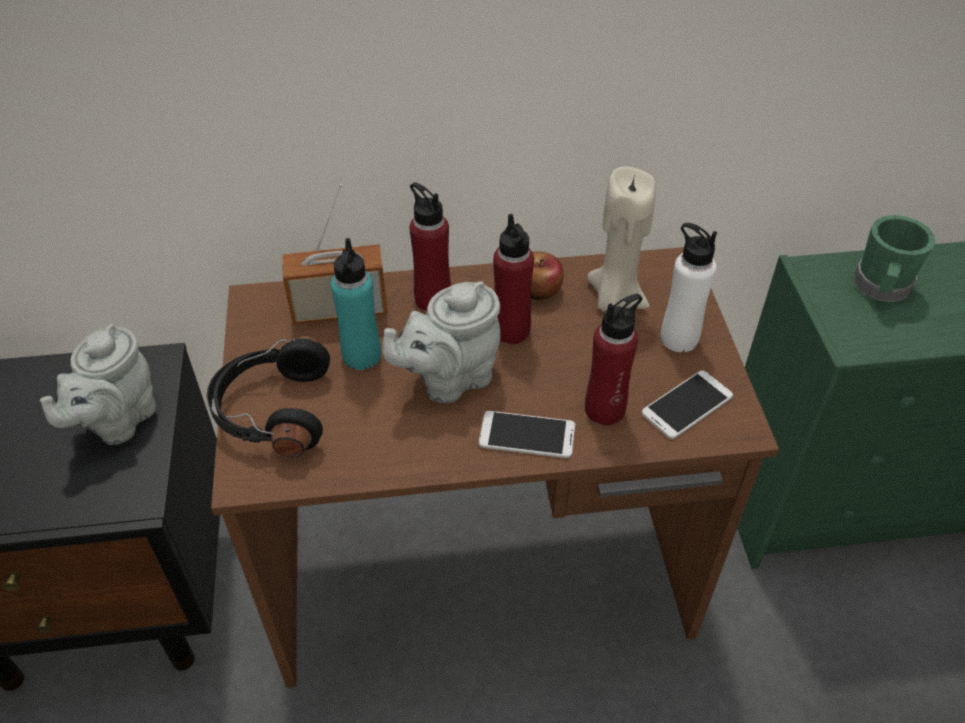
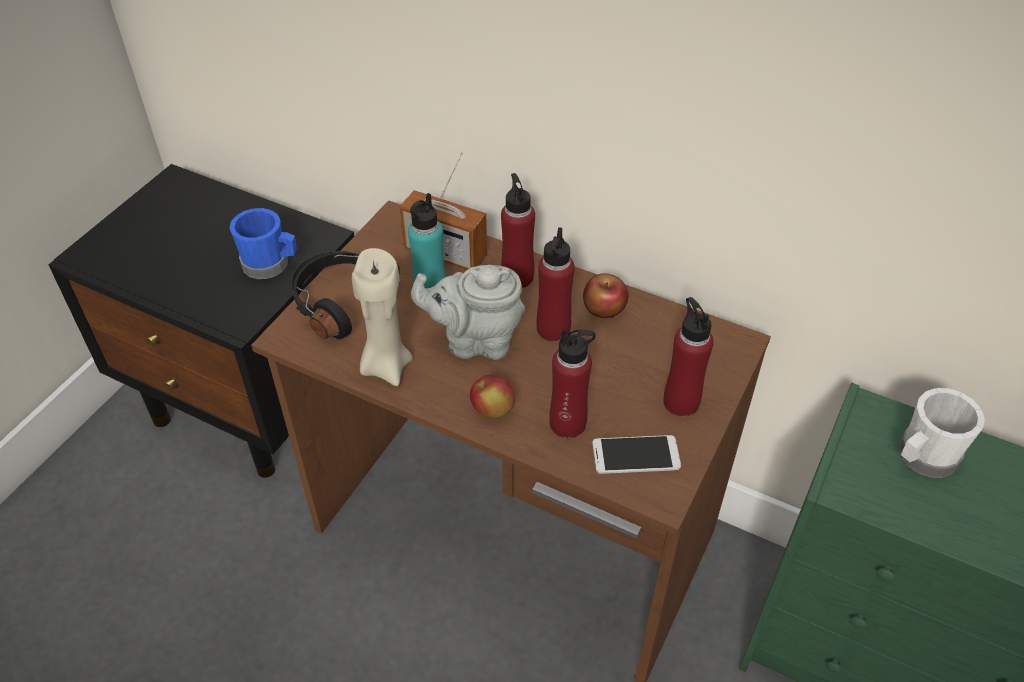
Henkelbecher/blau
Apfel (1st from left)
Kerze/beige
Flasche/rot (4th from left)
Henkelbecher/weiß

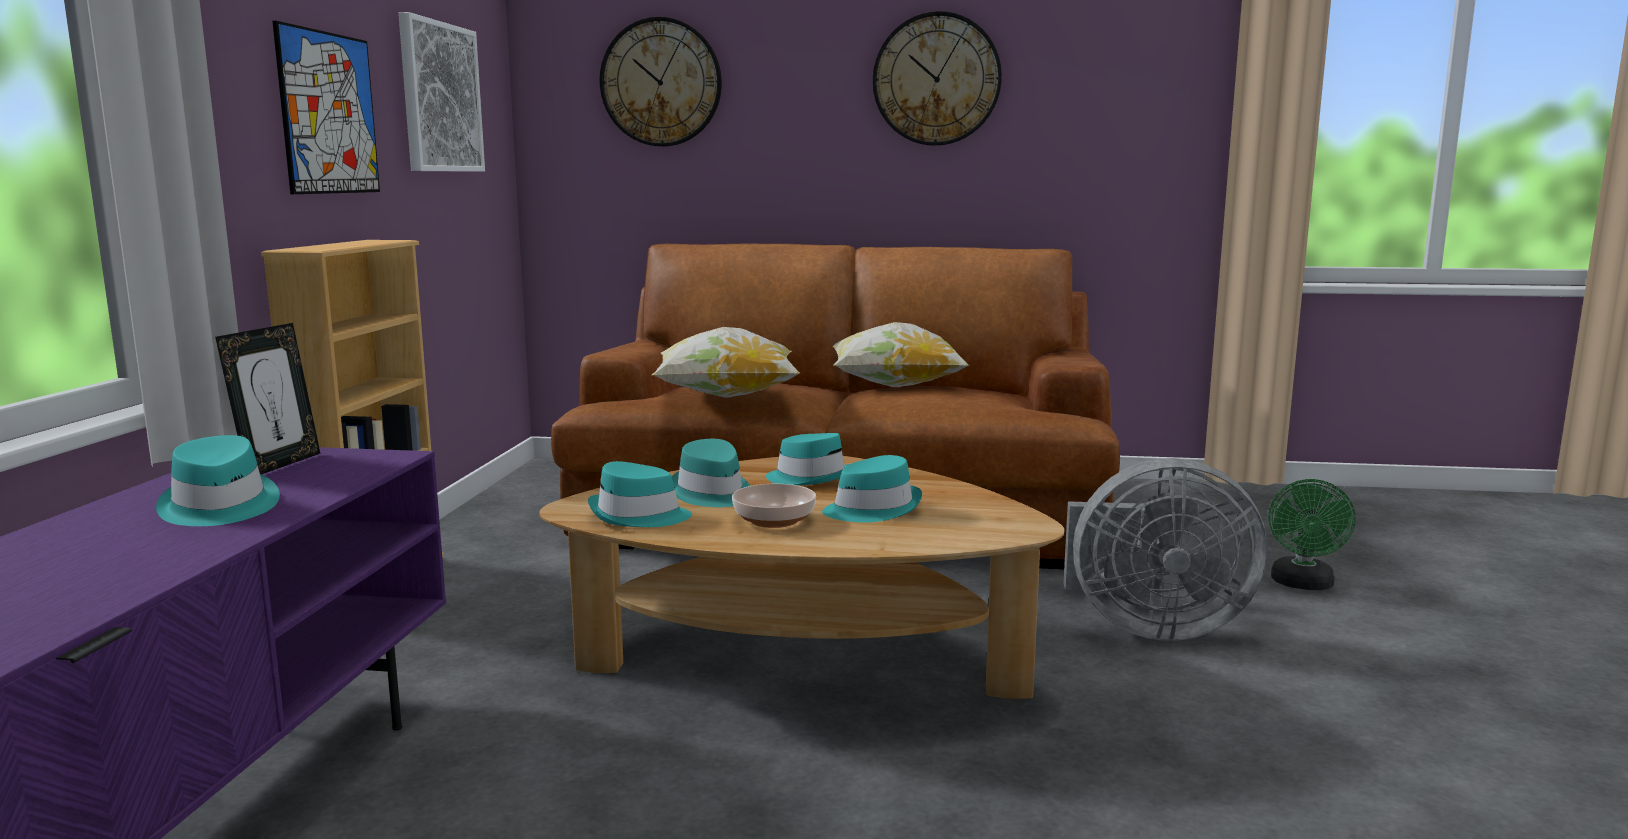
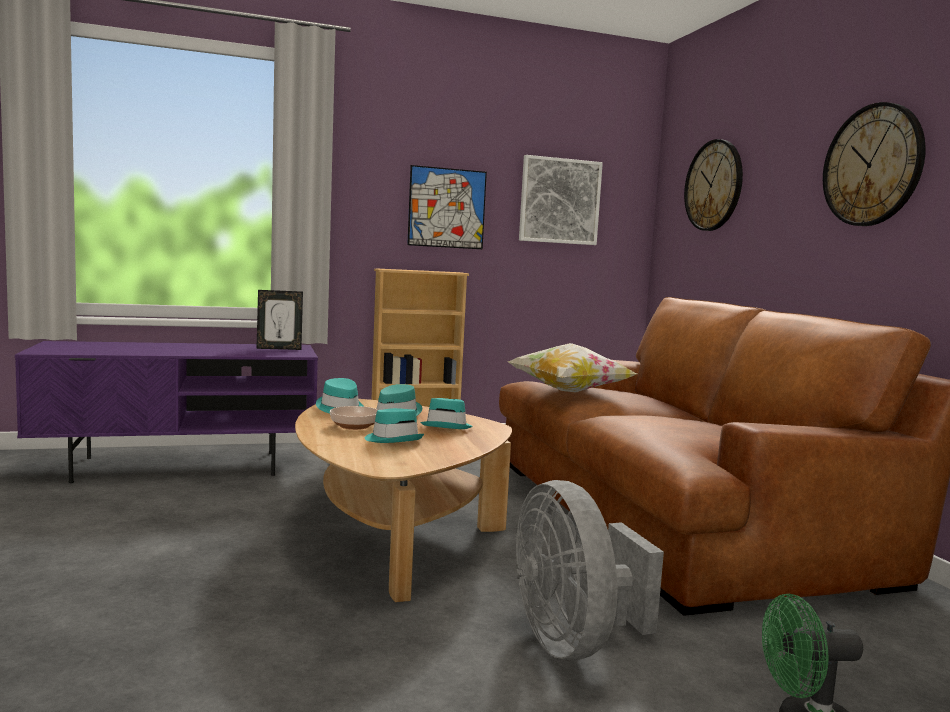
Hut/türkis (1st from left in the first image)
Kissen (2nd from left in the first image)

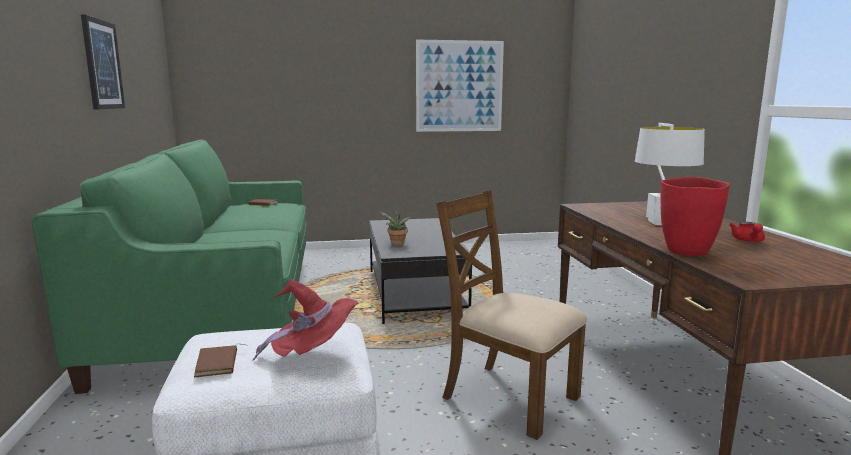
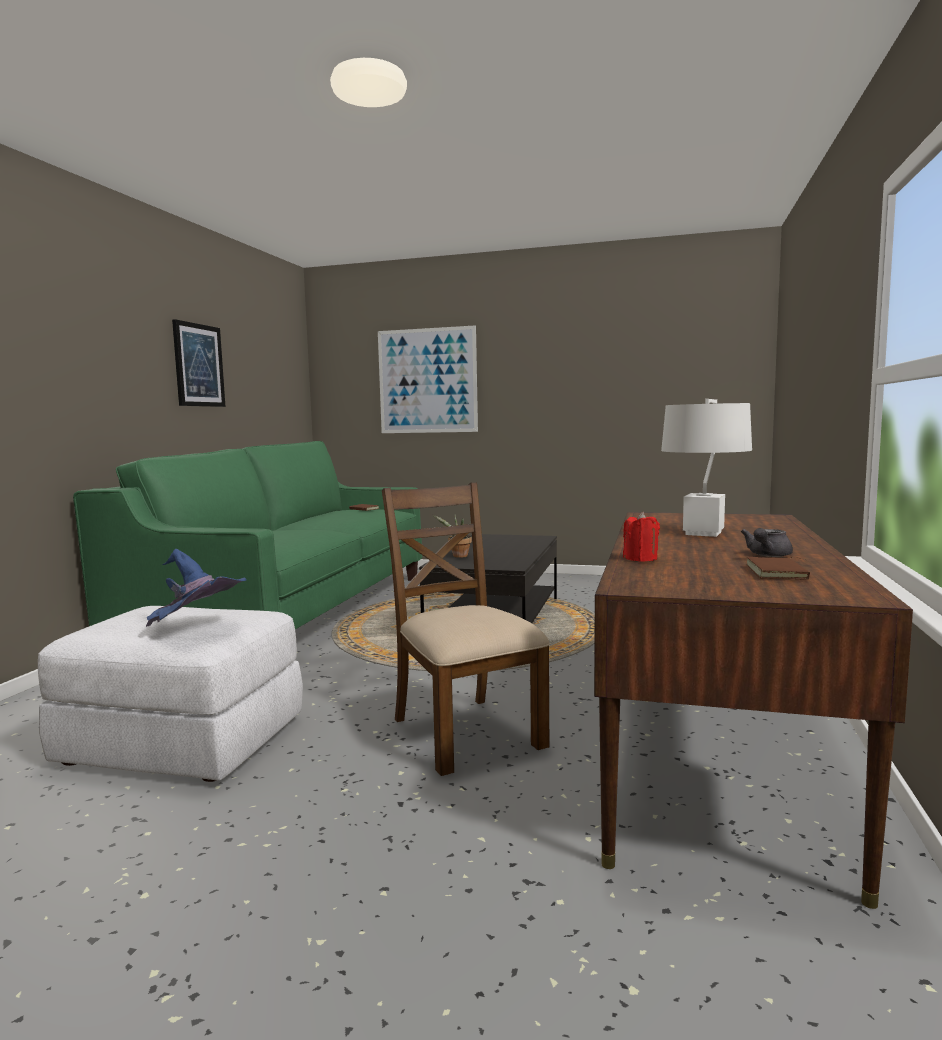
Buch/braun (2nd from left)
Hut/blau
Bild (2nd from left)
Kerze/rot
Teekanne/grau

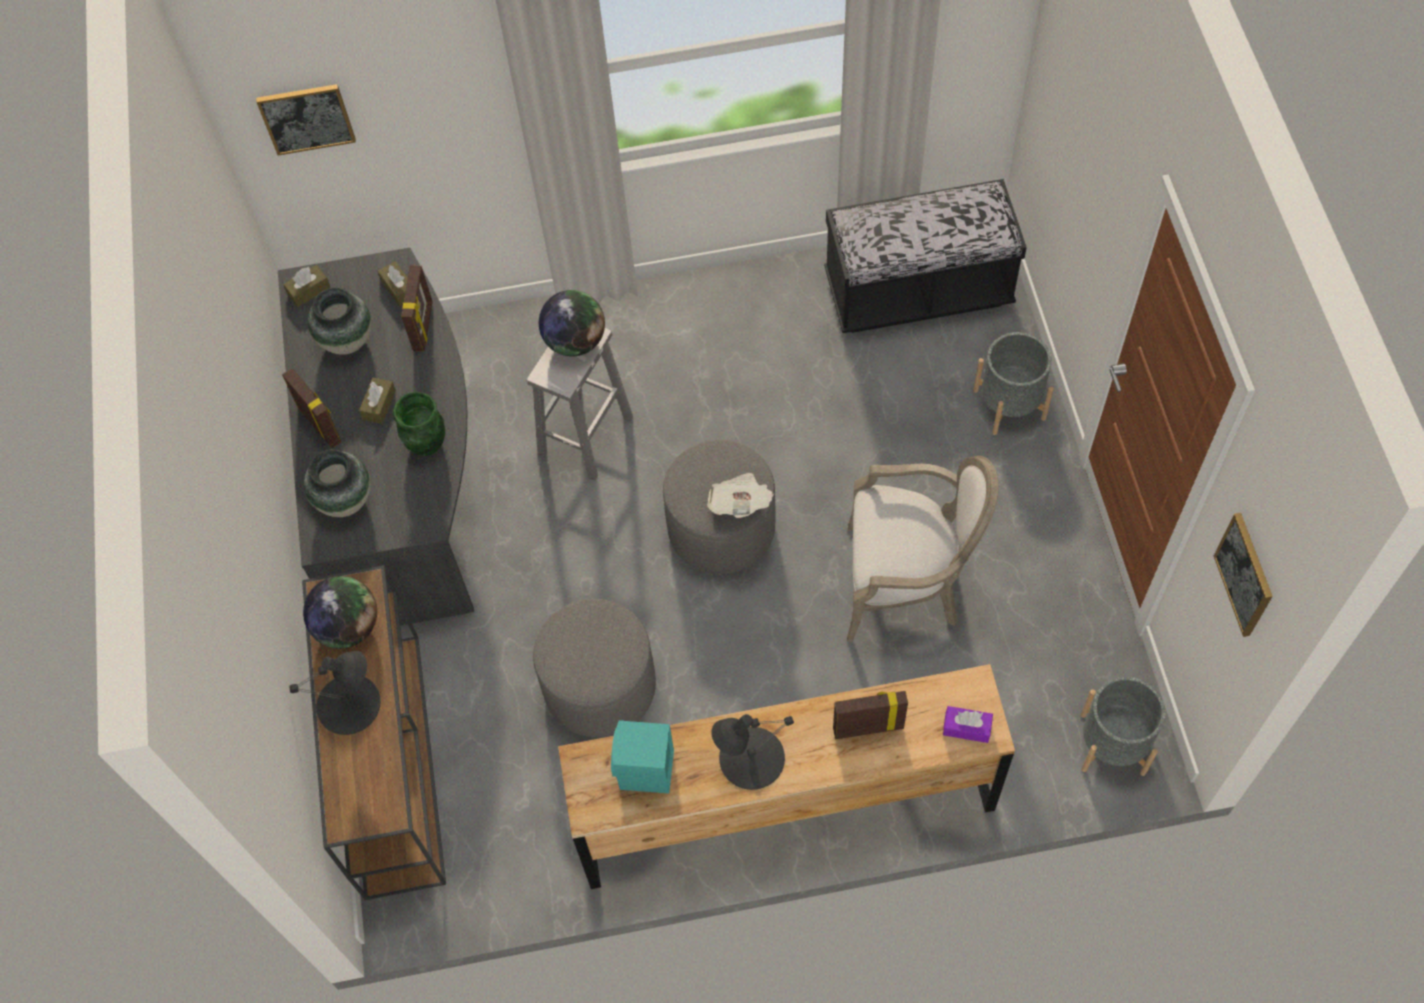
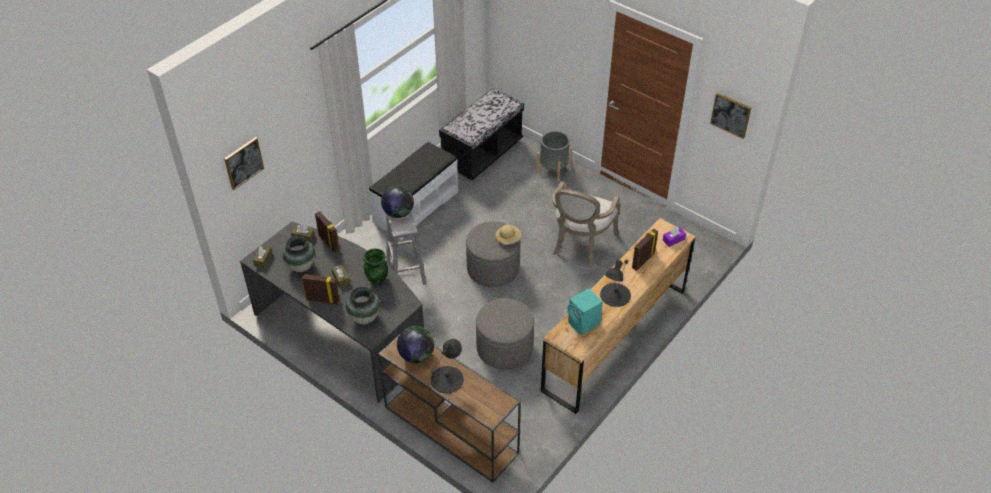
Hut/beige
Sessel
Pflanzkübel/grau (2nd from left in the first image)
Bank/weiß

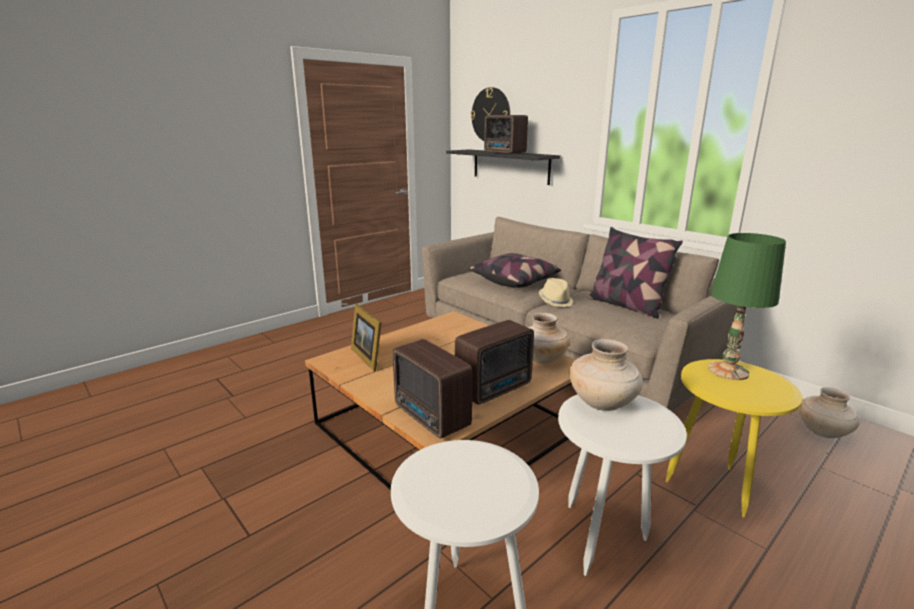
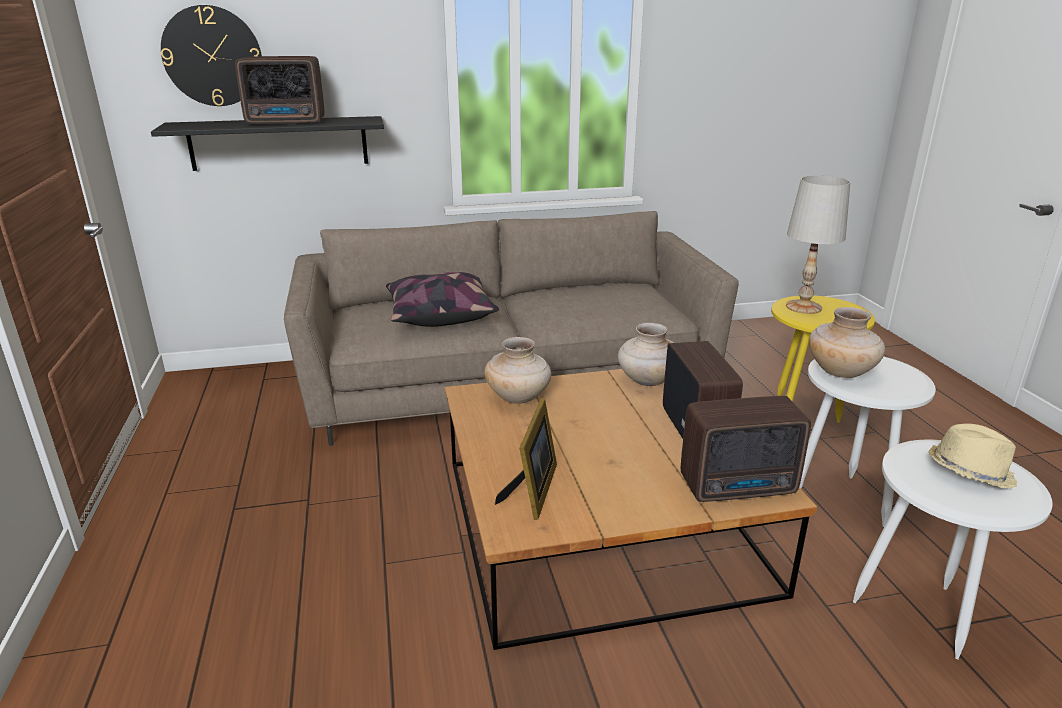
Bilderrahmen
Hut/beige
Kissen (2nd from left in the first image)
Tischlampe/weiß
Vase/beige (1st from left)

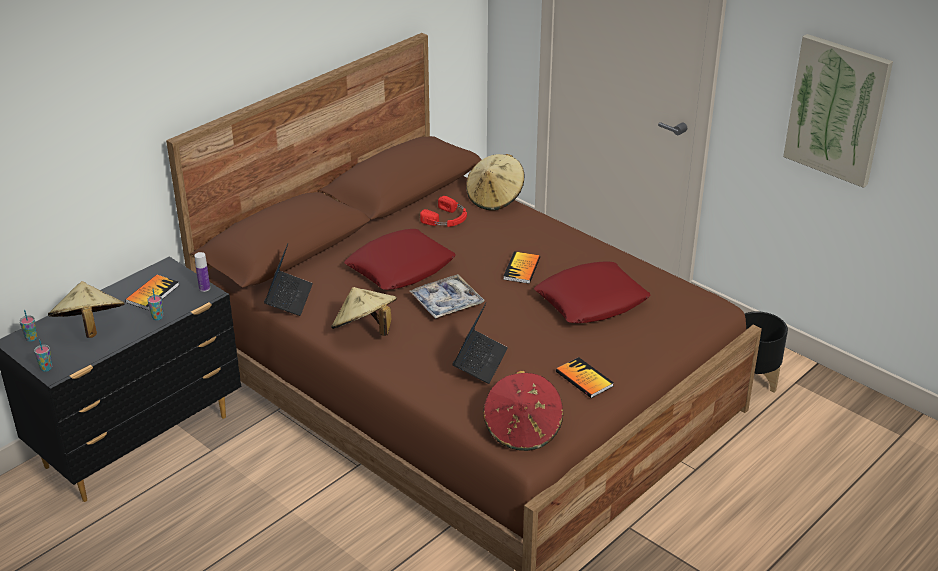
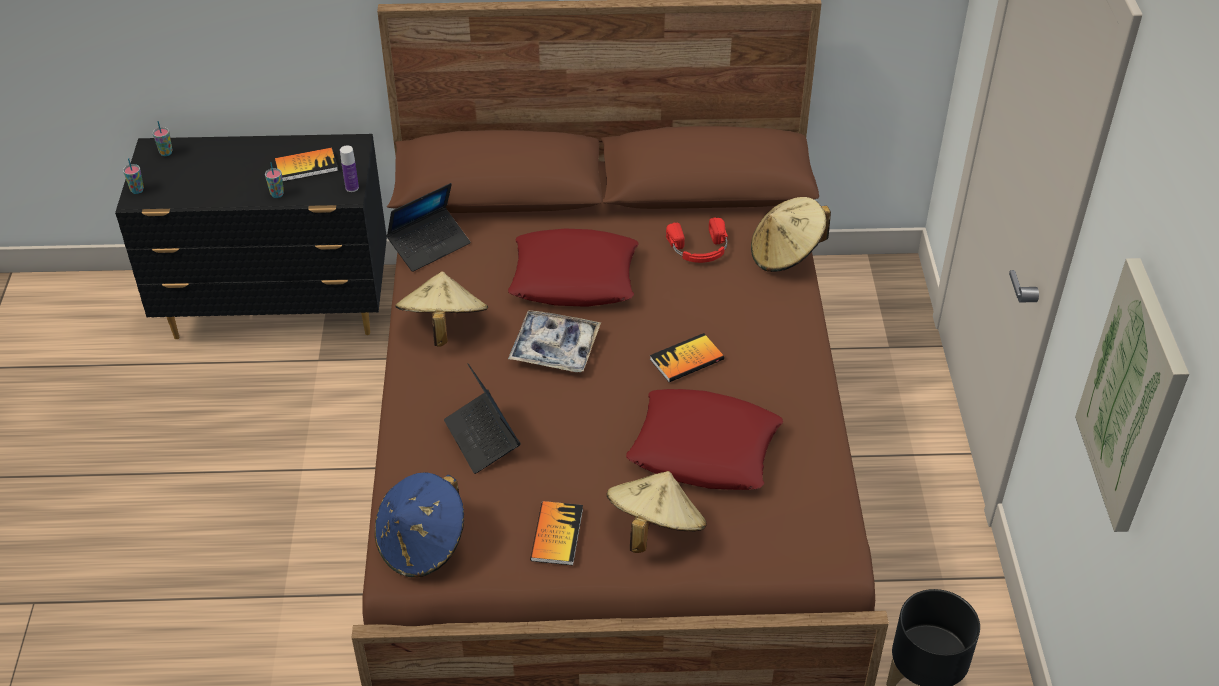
Hut/beige (2nd from left)
Laptop (2nd from left)
Hut/blau

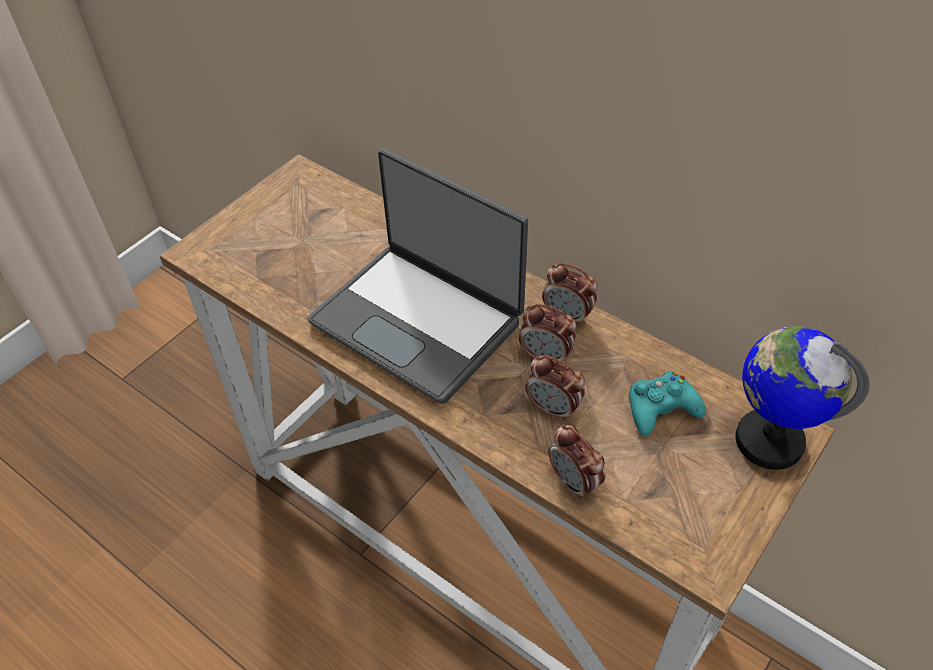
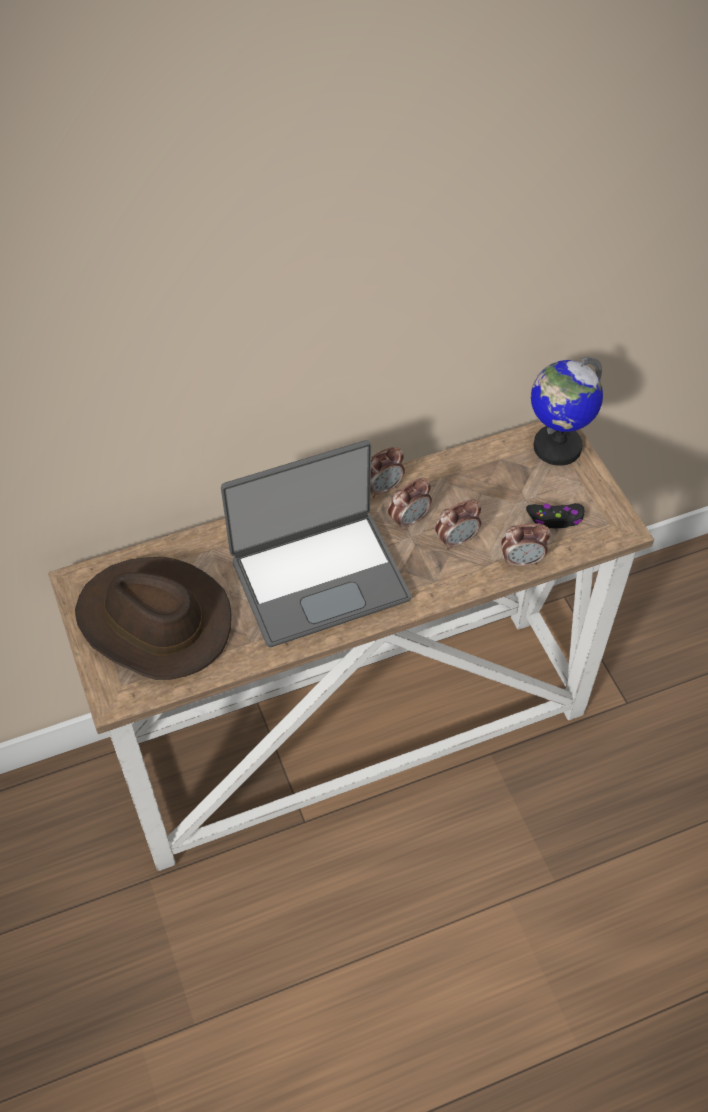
Gamepad/türkis
Hut/braun
Gamepad/schwarz

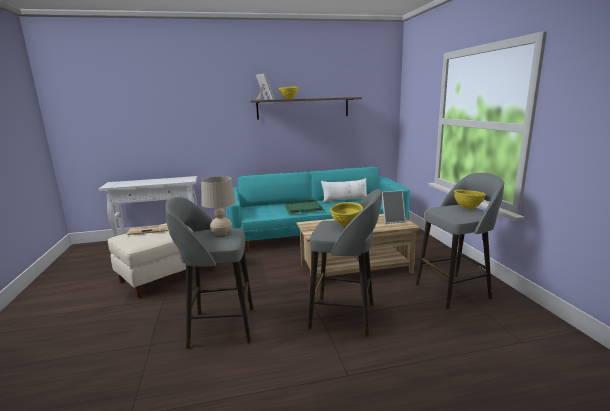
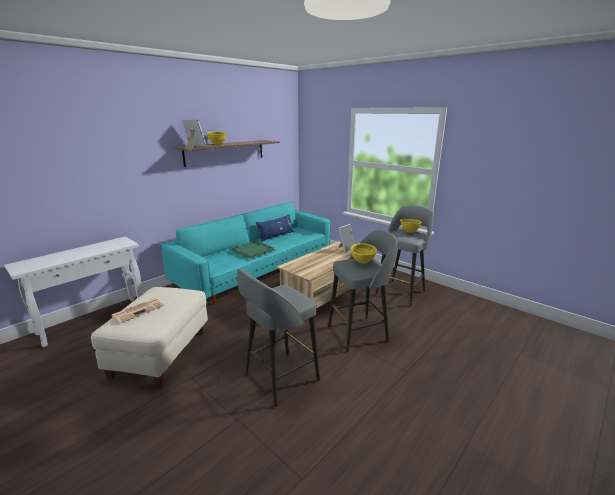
Tischlampe/beige
Kissen/blau

